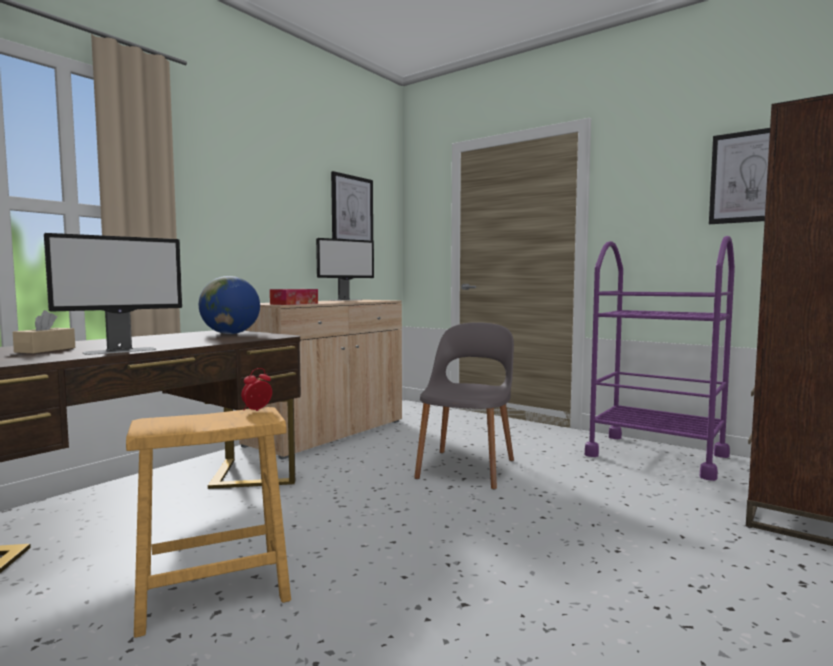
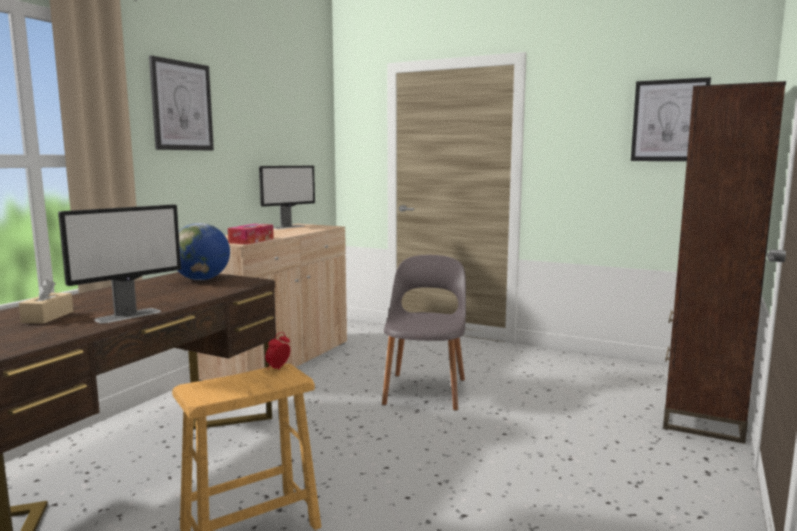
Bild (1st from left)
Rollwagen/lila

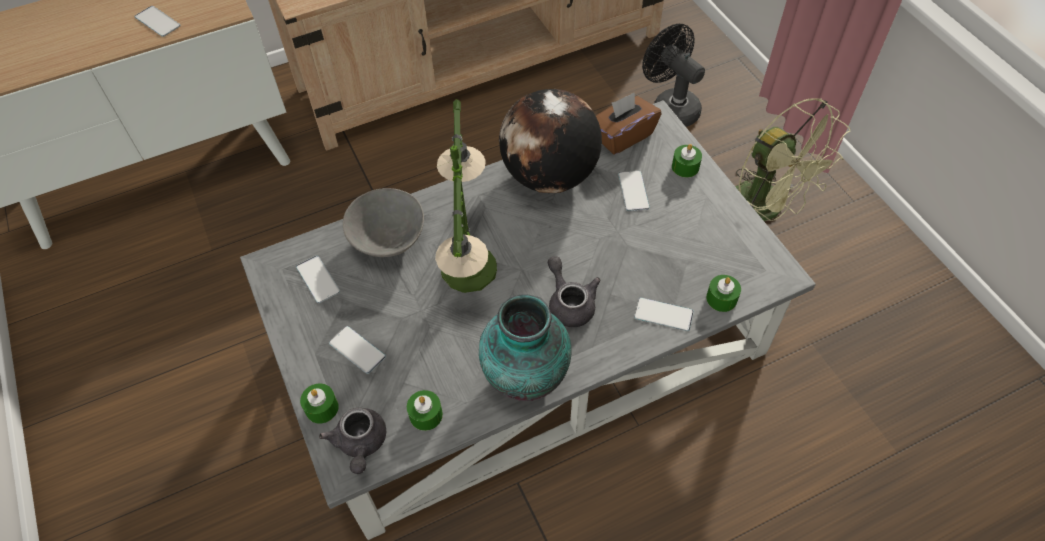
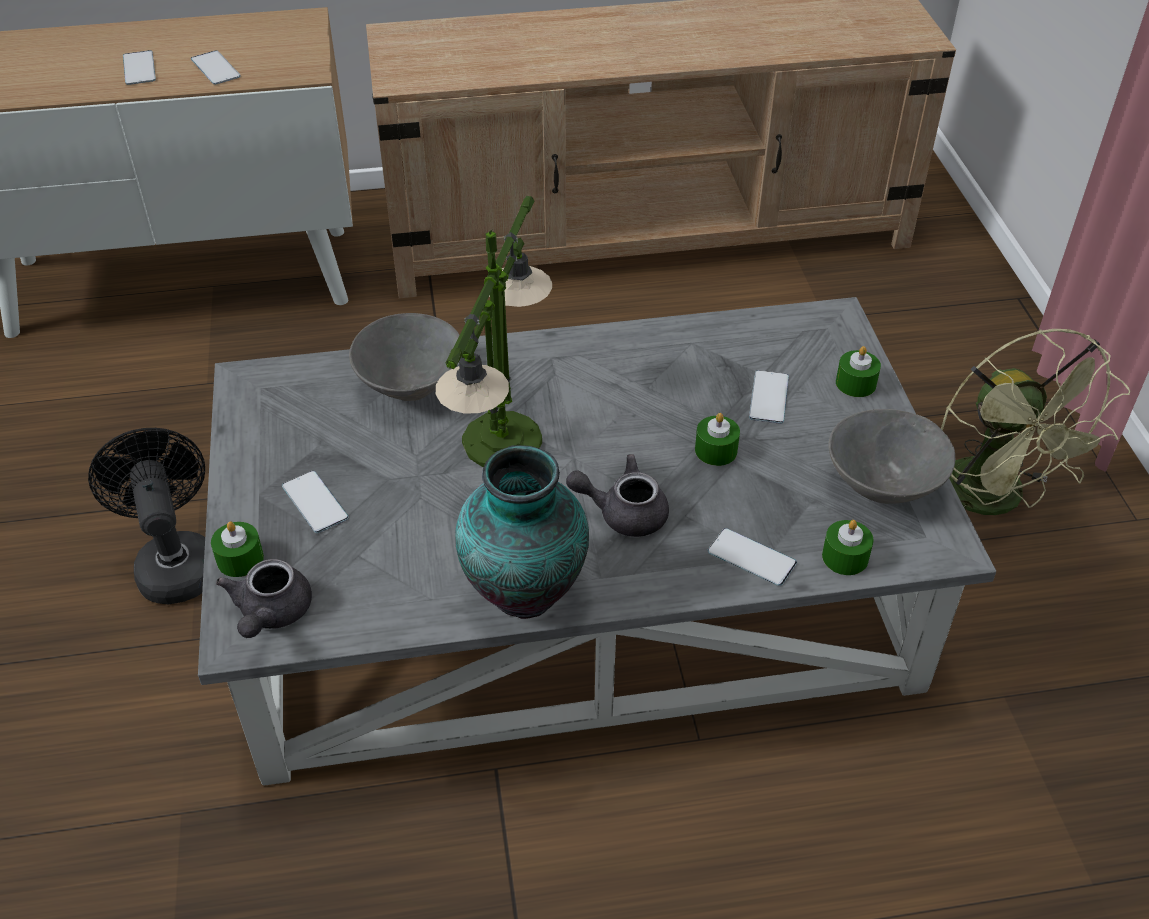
Handy (1st from left)
Kerze/grün (2nd from left)
Globus
Teekanne/grau (2nd from left)
Taschentuchbox/braun
Ventilator/schwarz
Schüssel/grau (2nd from left)

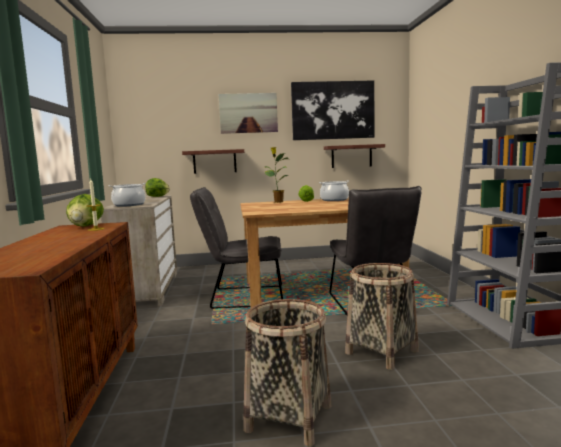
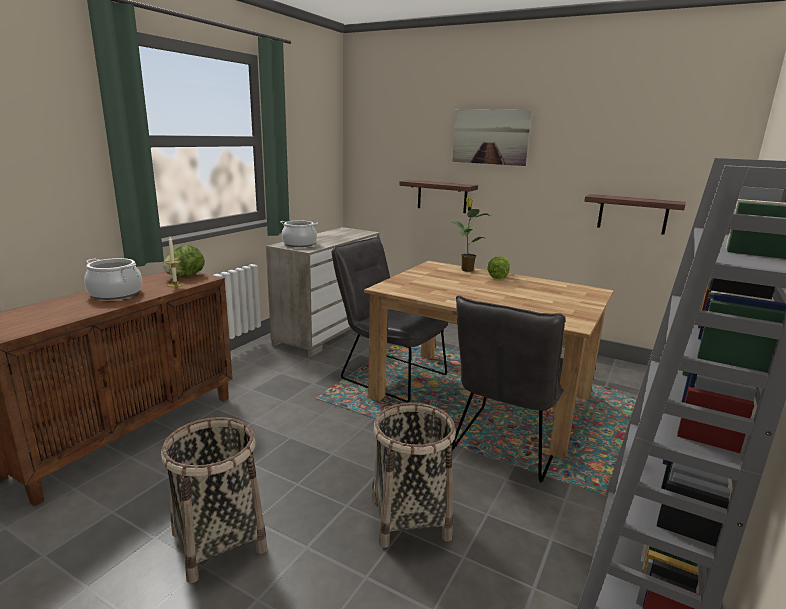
Salatkopf (2nd from left in the first image)
Bild (2nd from left in the first image)
Kochtopf (1st from left)

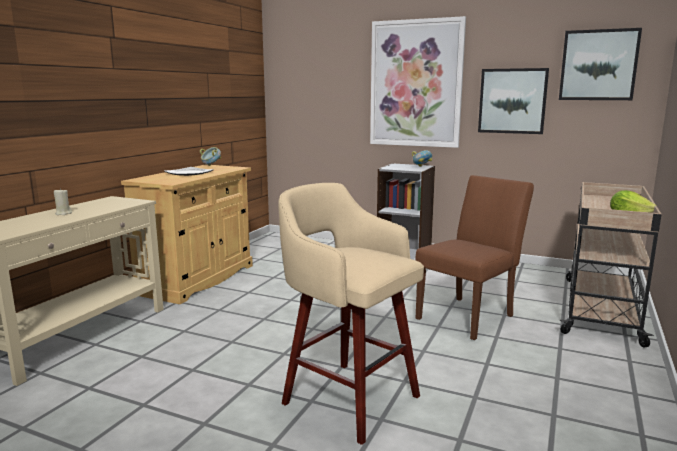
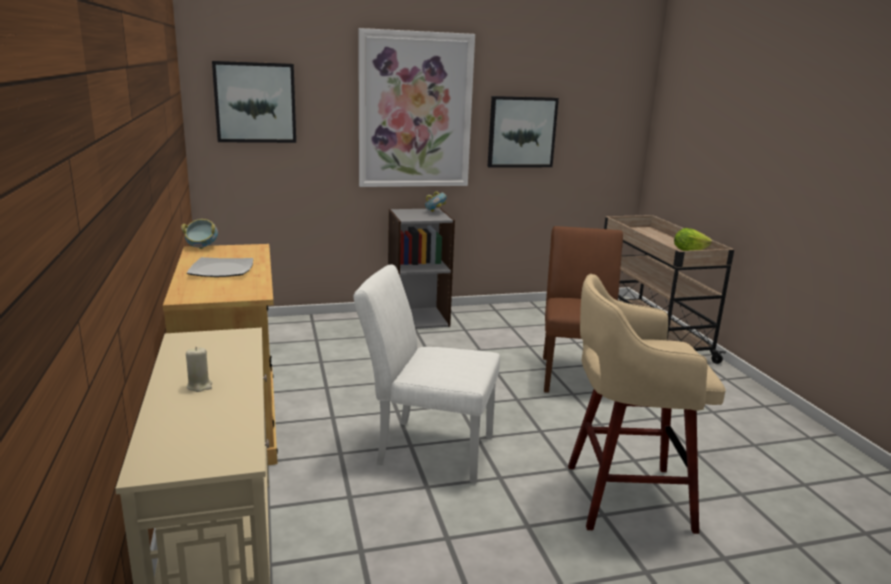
Bild (1st from left)
Stuhl/weiß

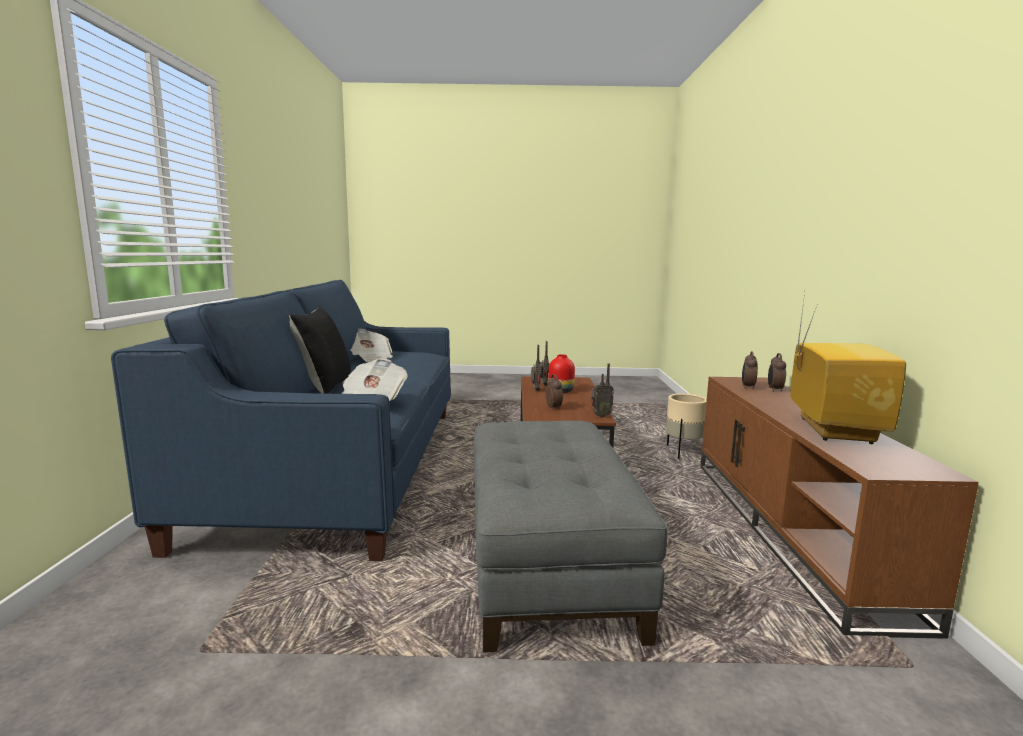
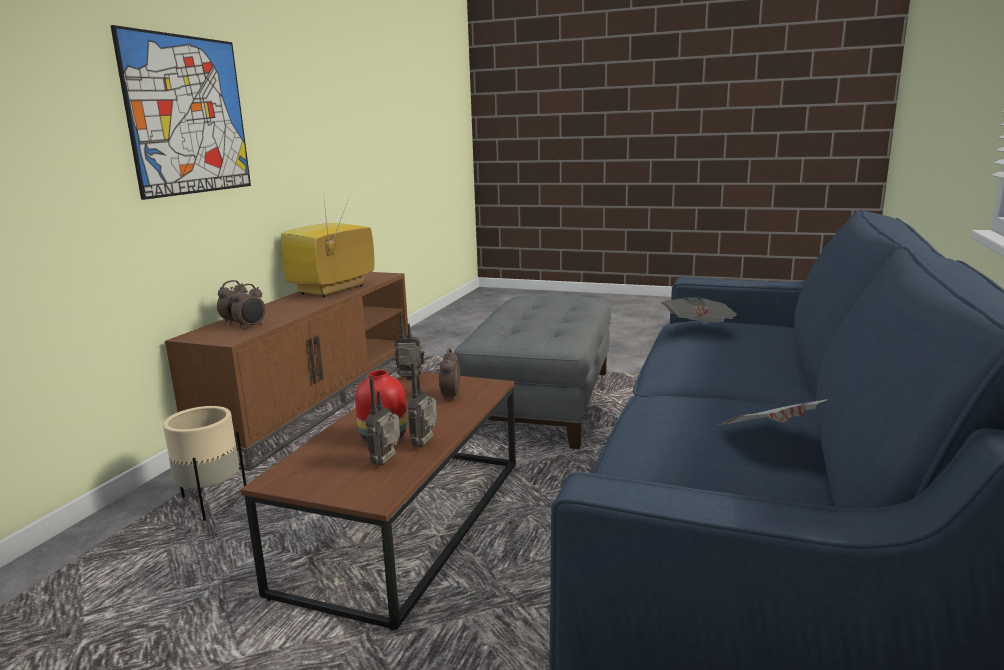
Kissen/schwarz
Bild

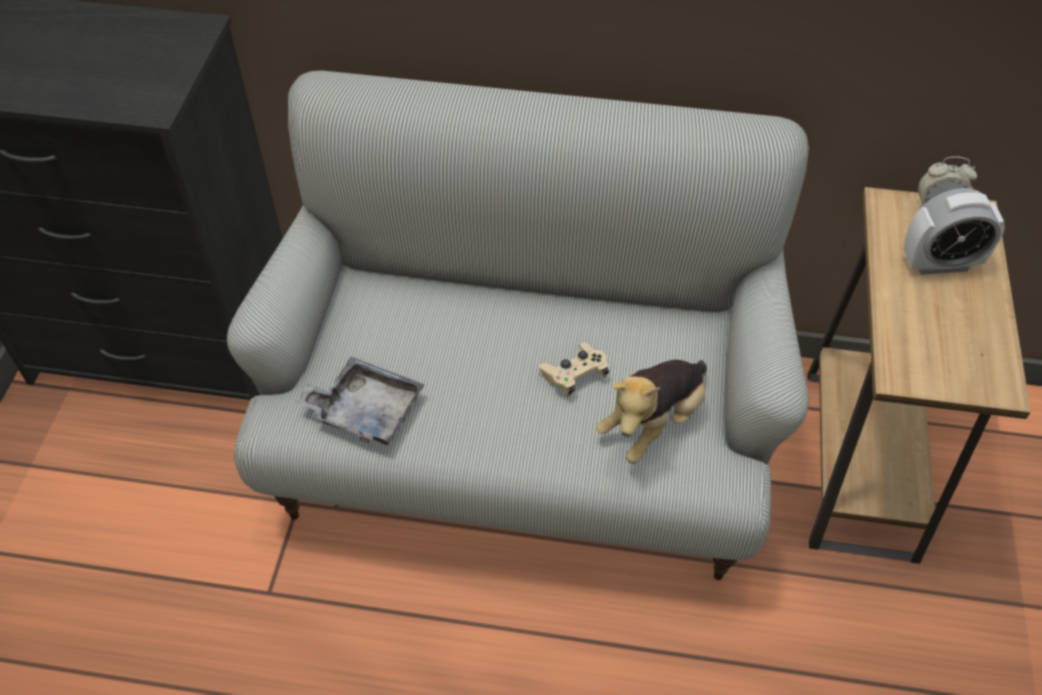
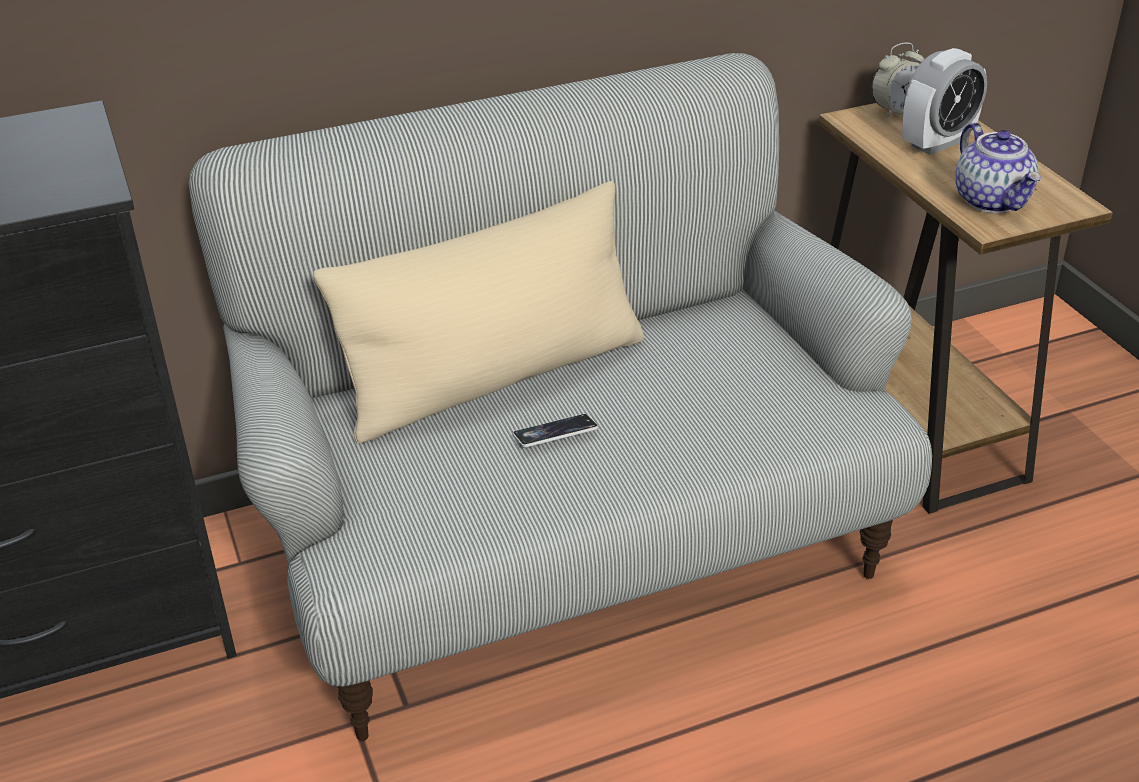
Tablett/grau
Gamepad/beige
Plüschtier
Kissen/beige
Handy
Teekanne

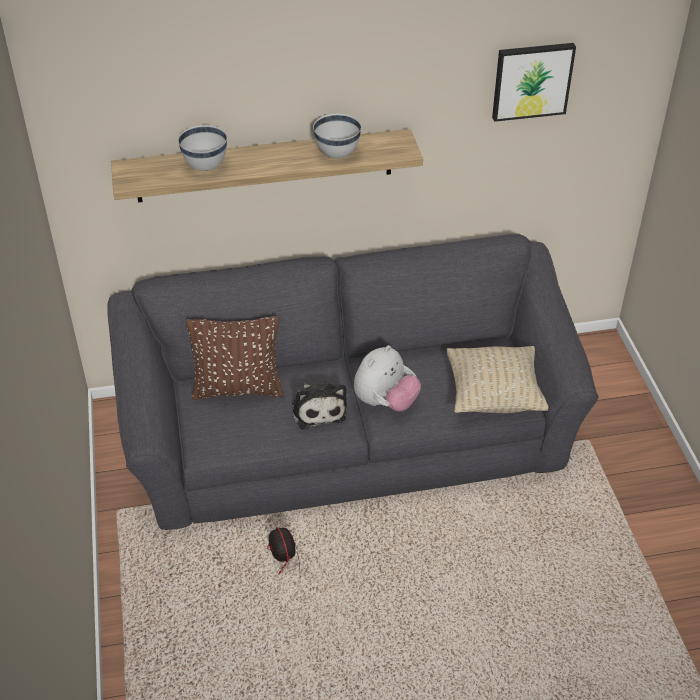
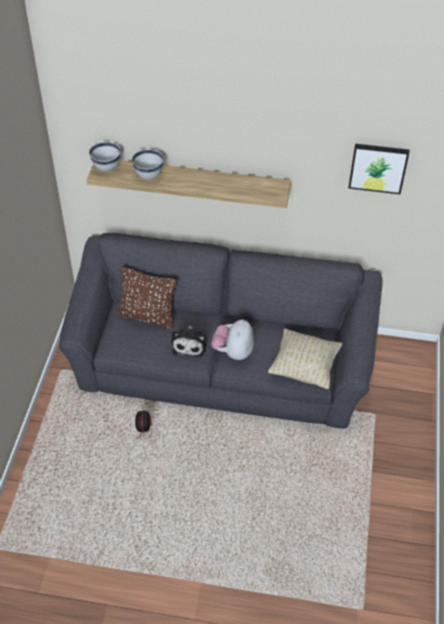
Schüssel/weiß (1st from left)
Plüschtier (2nd from left)

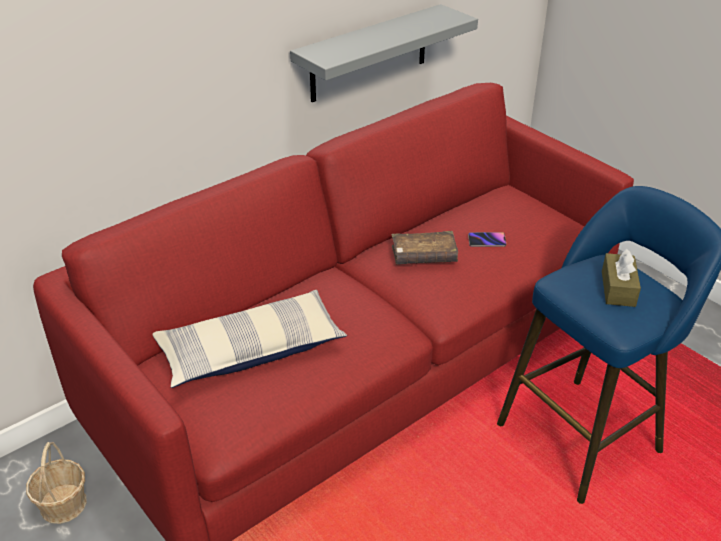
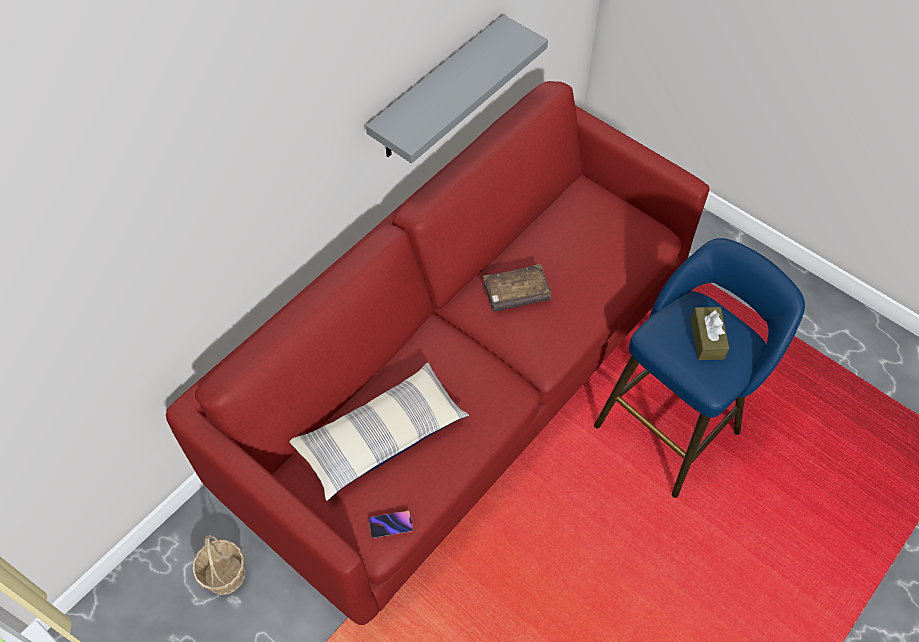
Handy

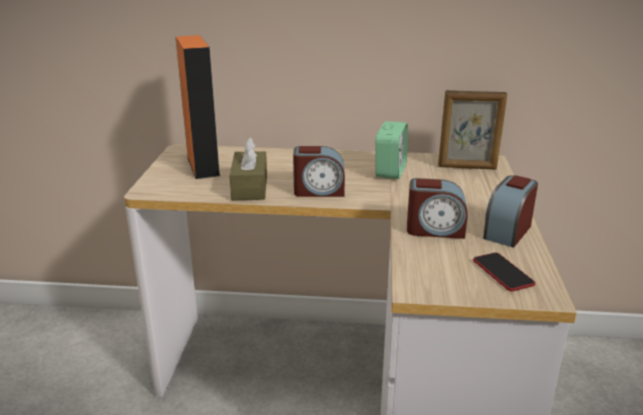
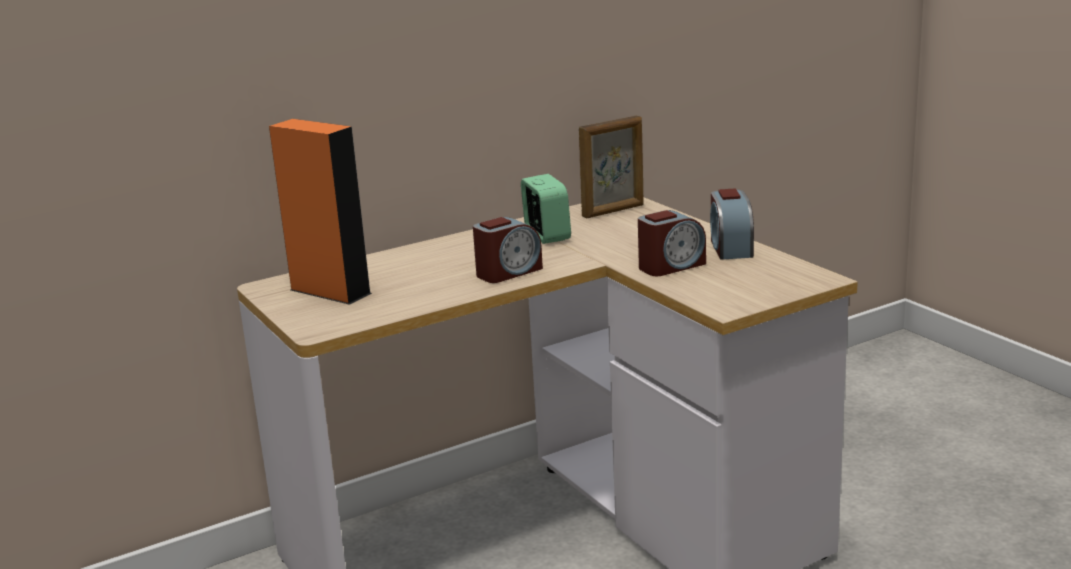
Taschentuchbox/braun
Handy

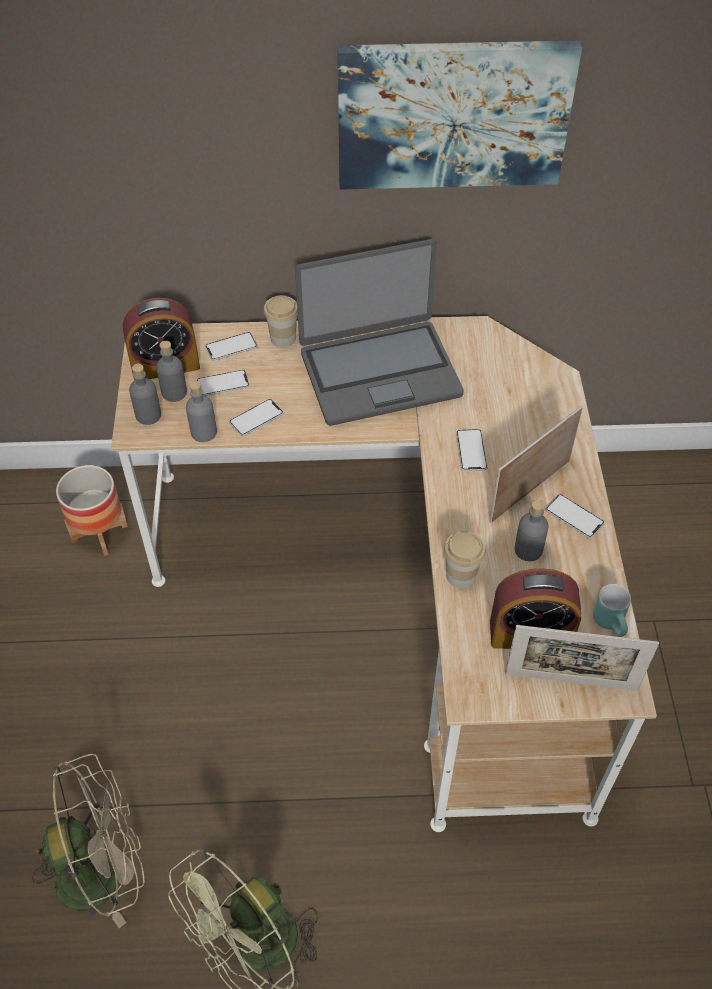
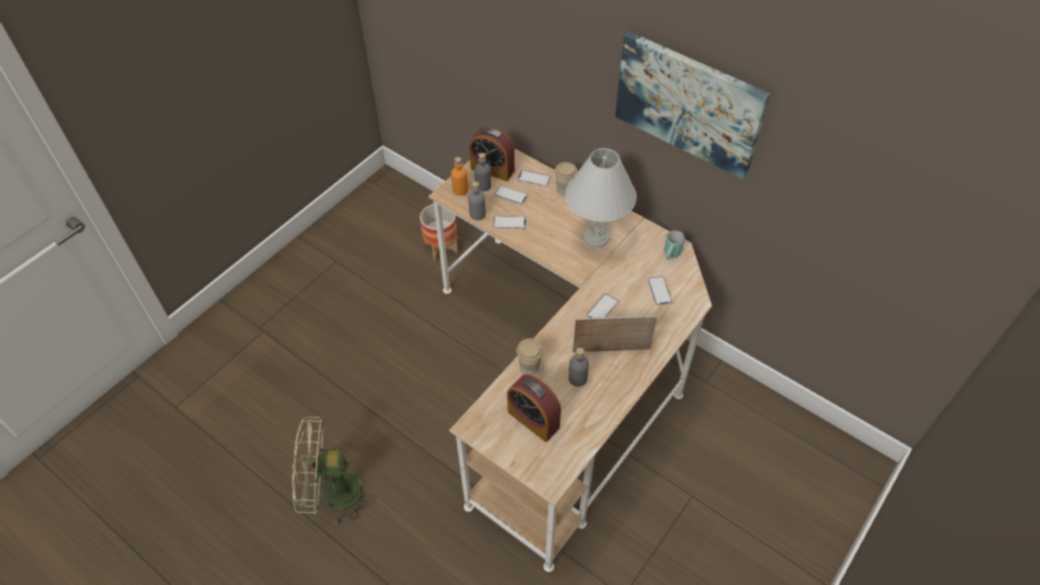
Ventilator/beige
Flasche/orange
Tischlampe/weiß
Bilderrahmen (2nd from left in the first image)
Handy (5th from left)
Henkelbecher/türkis

